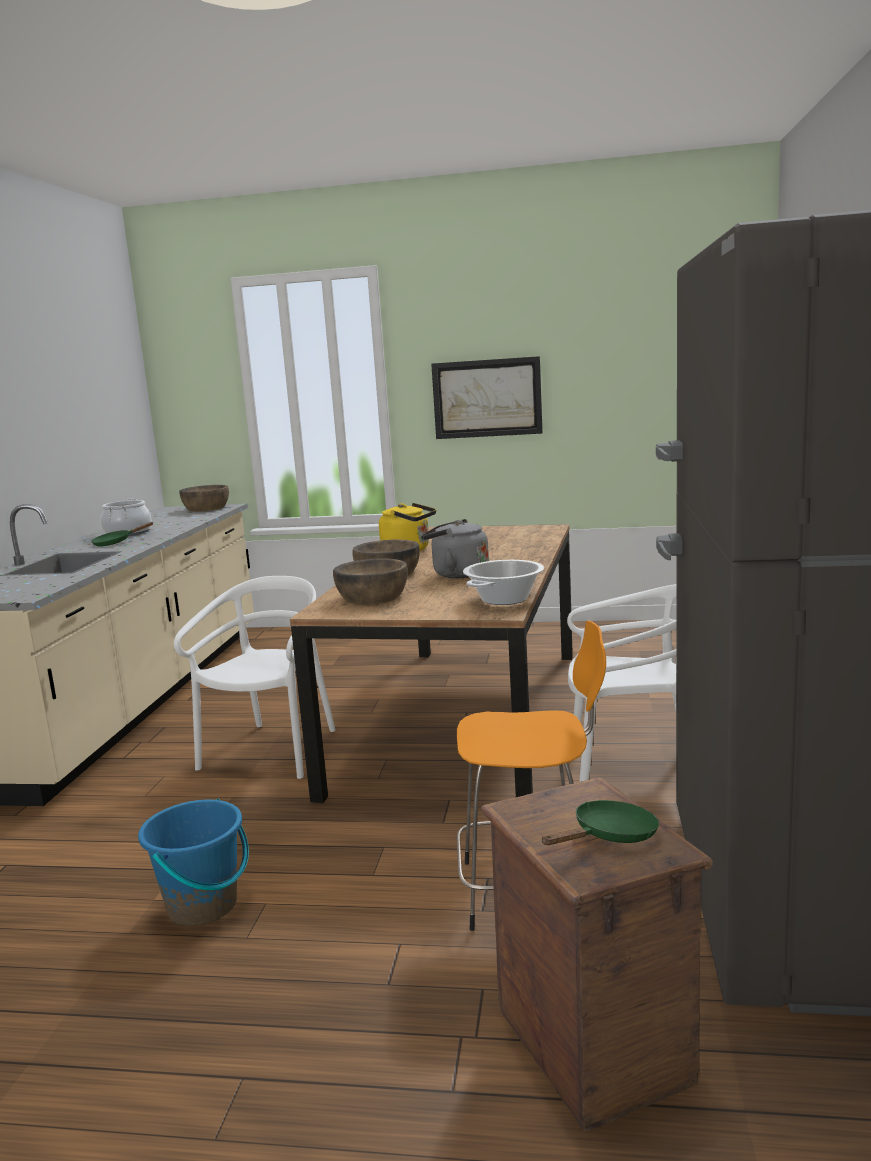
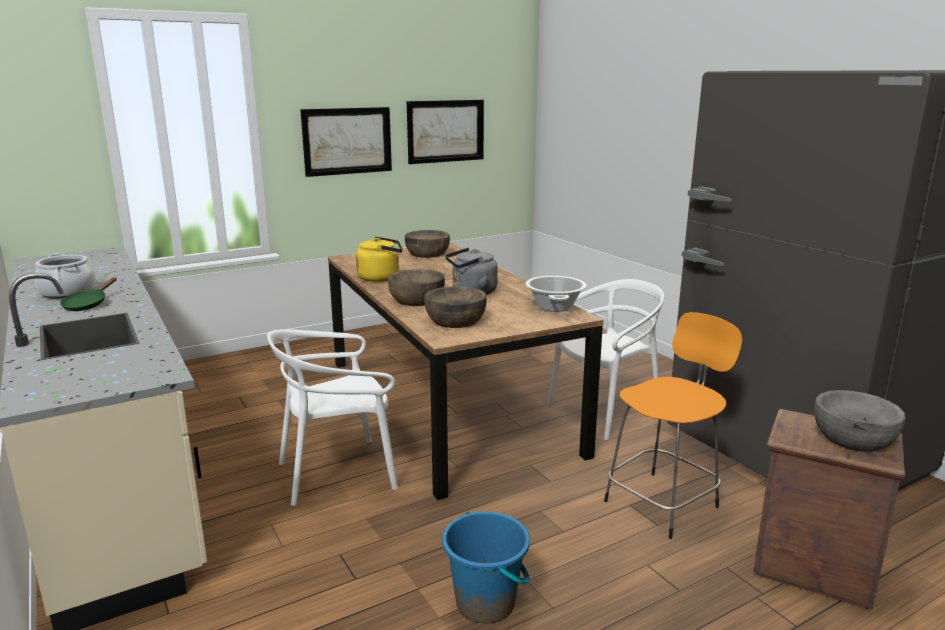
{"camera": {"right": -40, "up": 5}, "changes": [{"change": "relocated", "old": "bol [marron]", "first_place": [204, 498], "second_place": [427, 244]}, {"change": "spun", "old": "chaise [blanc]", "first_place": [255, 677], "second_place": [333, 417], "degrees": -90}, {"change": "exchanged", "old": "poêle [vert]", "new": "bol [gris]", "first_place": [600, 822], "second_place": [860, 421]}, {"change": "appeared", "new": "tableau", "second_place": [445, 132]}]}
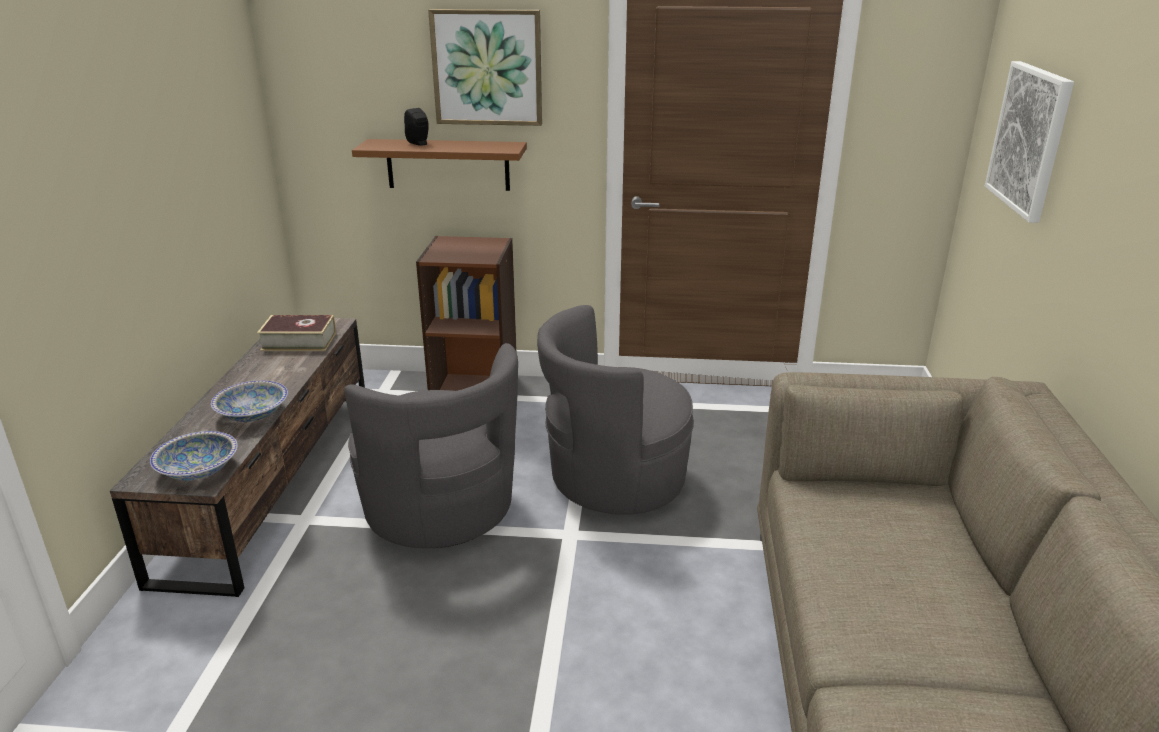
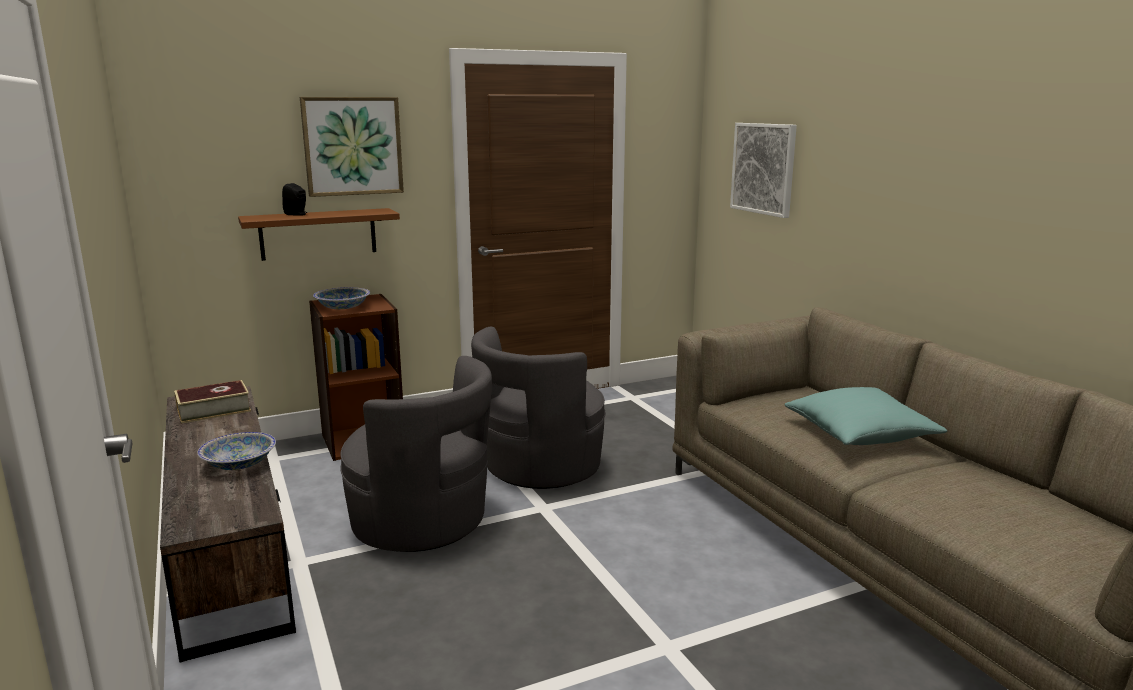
{"camera": {"right": -30, "up": -10}, "changes": [{"change": "relocated", "old": "bol", "first_place": [194, 456], "second_place": [341, 298]}, {"change": "appeared", "new": "coussin [turquoise]", "second_place": [865, 416]}]}
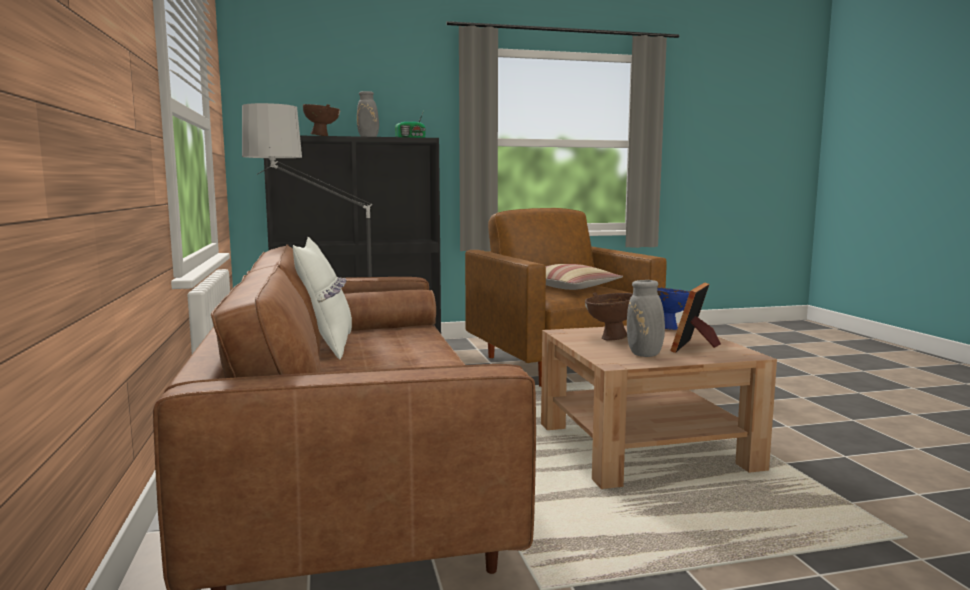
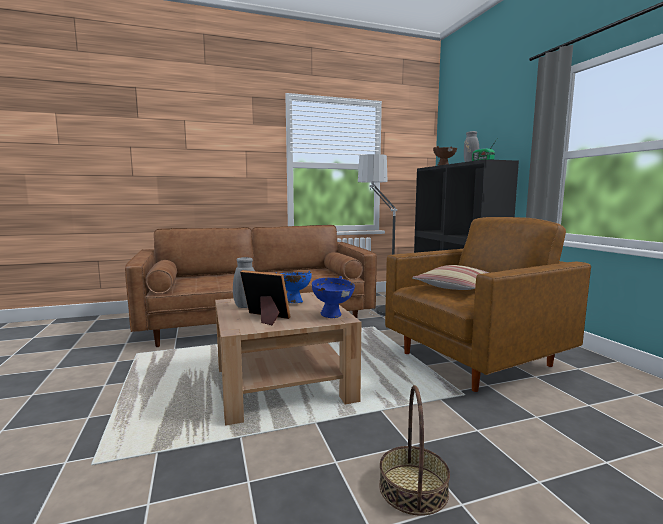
{"camera": {"right": 85, "up": 0}, "changes": [{"change": "missing", "old": "coussin [blanc]", "first_place": [322, 298]}, {"change": "colour", "old": "bol [marron]", "new": "bol [bleu]", "first_place": [609, 317], "second_place": [295, 287]}, {"change": "appeared", "new": "panier", "second_place": [414, 450]}]}
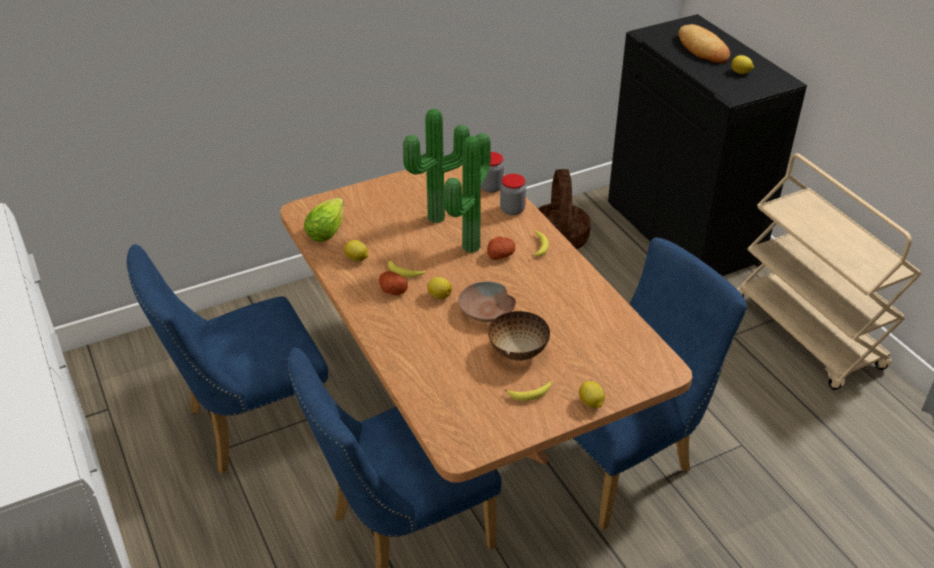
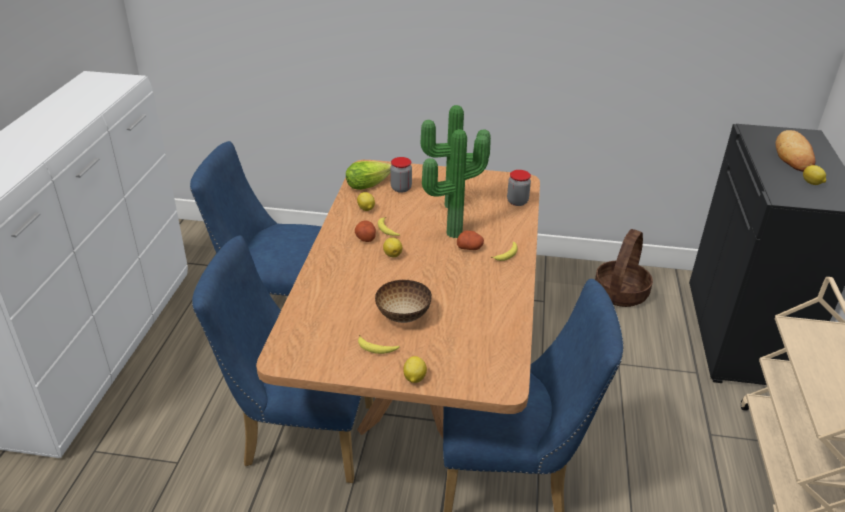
{"camera": {"right": 35, "up": -5}, "changes": [{"change": "relocated", "old": "bocal", "first_place": [513, 194], "second_place": [401, 175]}, {"change": "missing", "old": "bol [marron]", "first_place": [487, 301]}]}
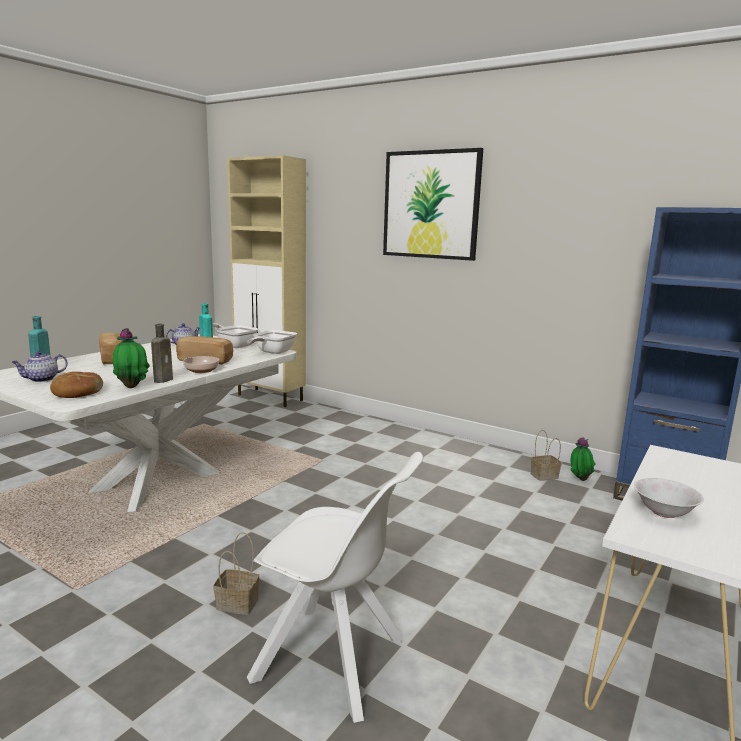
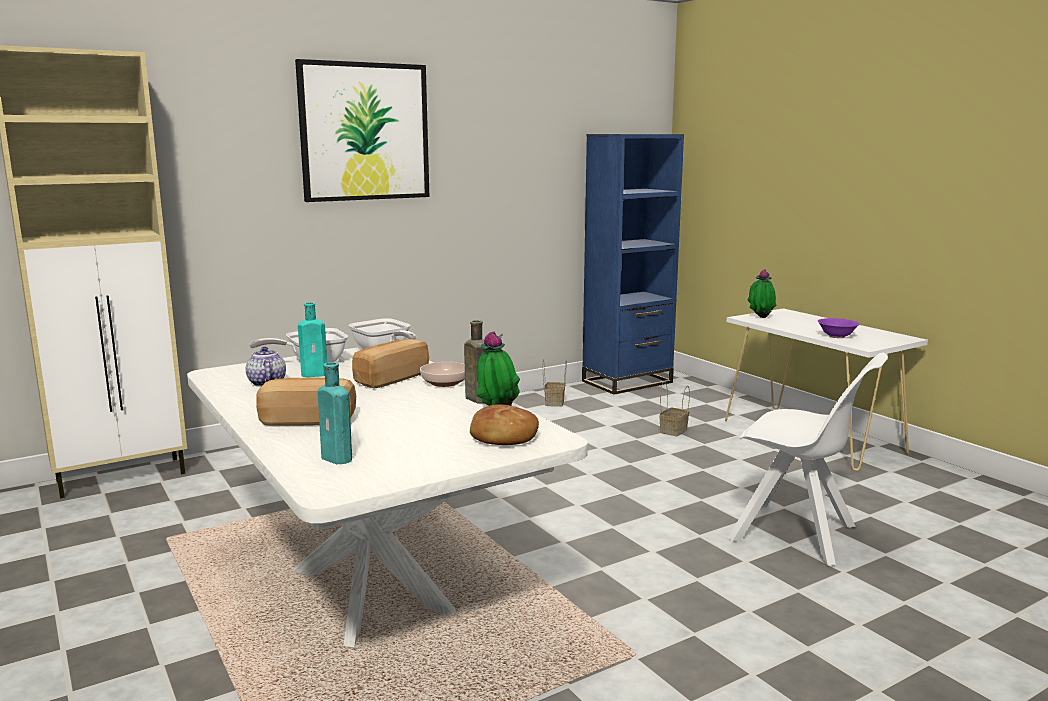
{"camera": {"right": -65, "up": 0}, "changes": [{"change": "missing", "old": "théière", "first_place": [40, 366]}, {"change": "relocated", "old": "plante en pot", "first_place": [582, 459], "second_place": [762, 293]}, {"change": "spun", "old": "chaise [blanc]", "first_place": [335, 587], "second_place": [808, 459], "degrees": 75}, {"change": "colour", "old": "bol [blanc]", "new": "bol [violet]", "first_place": [669, 498], "second_place": [838, 328]}, {"change": "relocated", "old": "panier", "first_place": [236, 573], "second_place": [675, 408]}]}
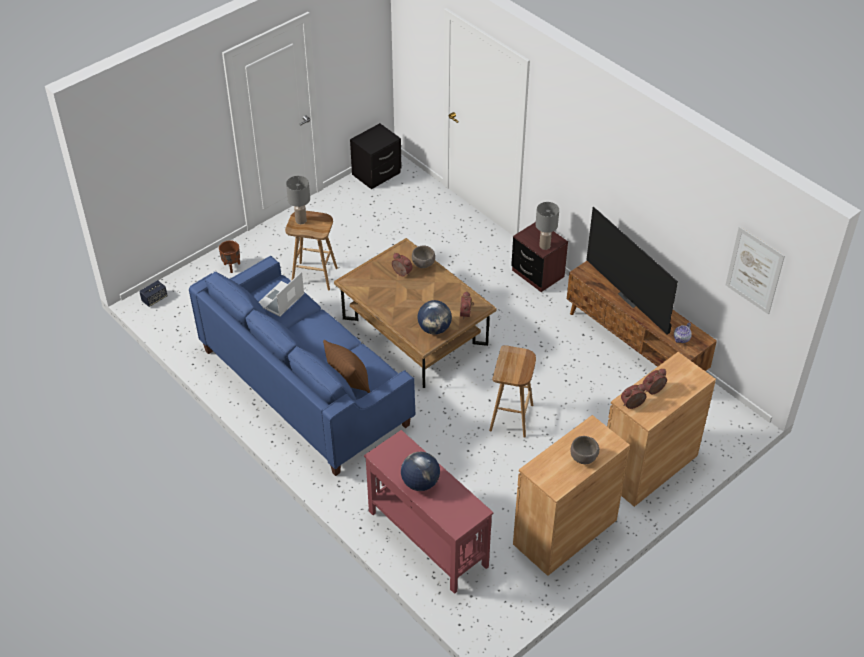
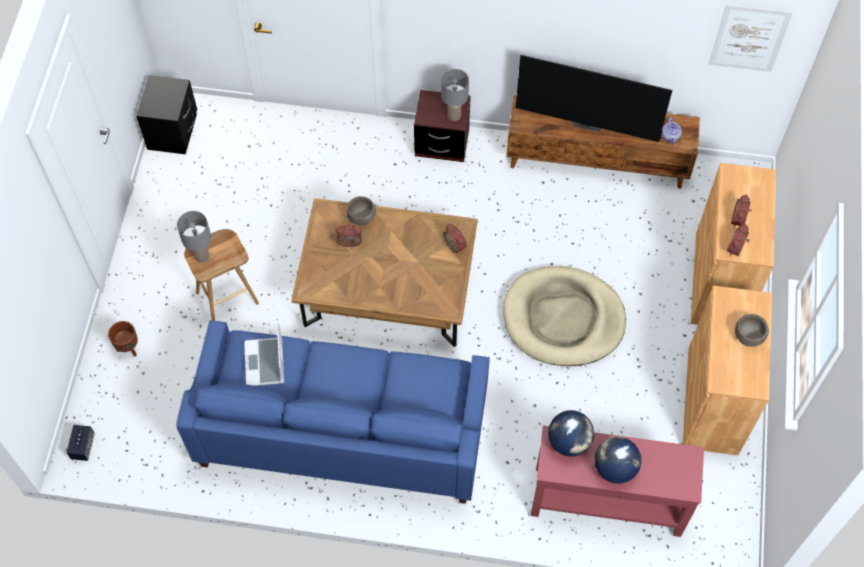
{"camera": {"right": -40, "up": 15}, "changes": [{"change": "relocated", "old": "globe", "first_place": [434, 317], "second_place": [571, 433]}, {"change": "missing", "old": "coussin [marron]", "first_place": [346, 366]}, {"change": "exchanged", "old": "tabouret [marron]", "new": "panier pour chien [beige]", "first_place": [512, 391], "second_place": [564, 316]}]}
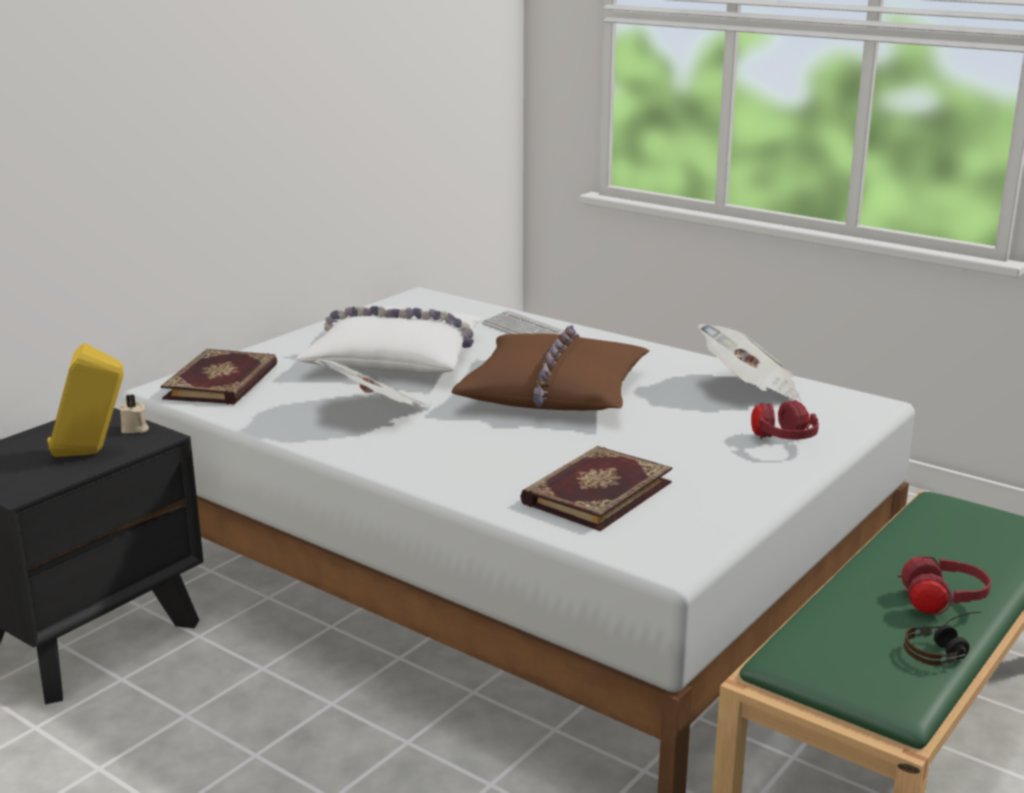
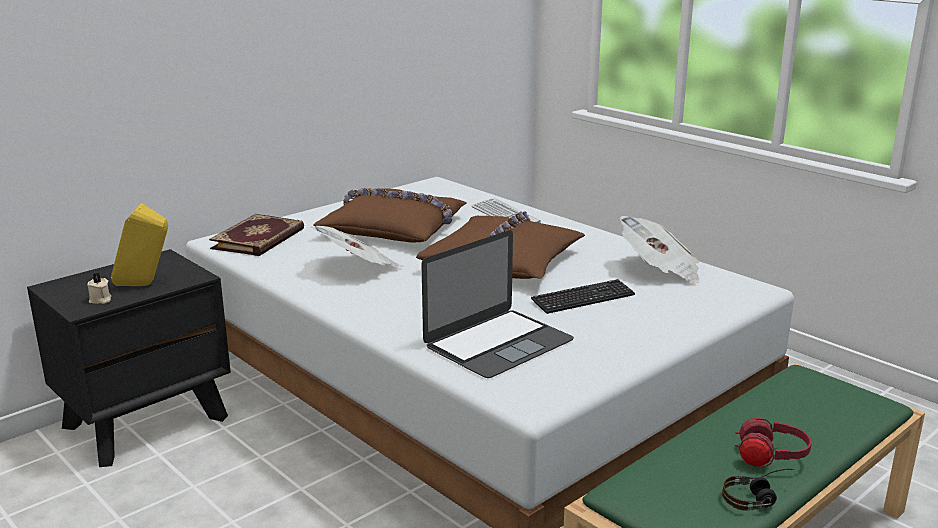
{"camera": {"right": 10, "up": 0}, "changes": [{"change": "colour", "old": "coussin [blanc]", "new": "coussin [marron]", "first_place": [389, 340], "second_place": [390, 215]}, {"change": "relocated", "old": "bougie [beige]", "first_place": [134, 413], "second_place": [99, 288]}, {"change": "missing", "old": "casque audio [rouge]", "first_place": [785, 419]}, {"change": "exchanged", "old": "livre", "new": "ordinateur portable", "first_place": [596, 488], "second_place": [498, 304]}, {"change": "appeared", "new": "clavier", "second_place": [583, 296]}]}
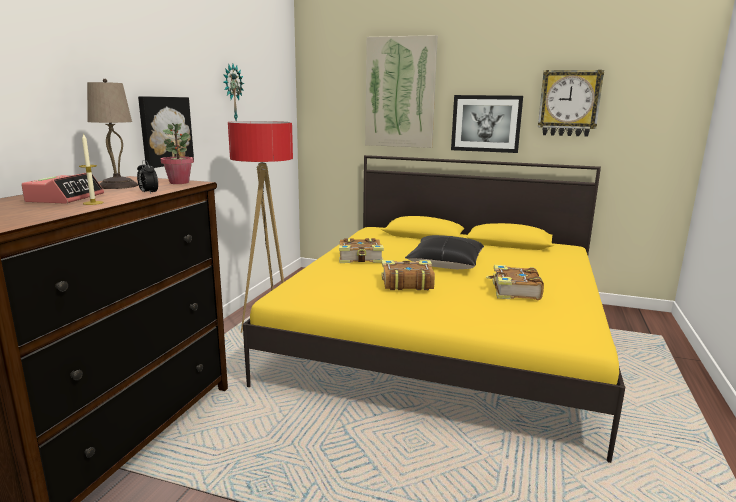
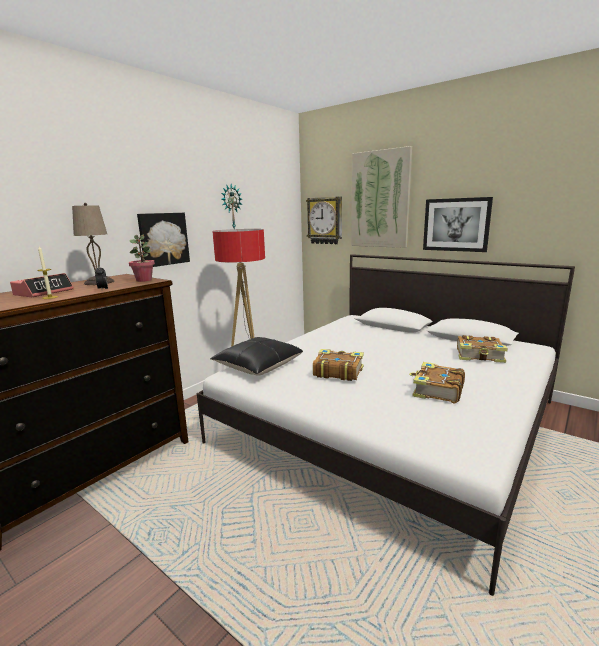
{"camera": {"right": 20, "up": 0}, "changes": [{"change": "relocated", "old": "horloge murale", "first_place": [571, 103], "second_place": [324, 220]}, {"change": "colour", "old": "lit [jaune]", "new": "lit [blanc]", "first_place": [434, 309], "second_place": [386, 425]}, {"change": "relocated", "old": "coussin [noir]", "first_place": [444, 252], "second_place": [256, 356]}, {"change": "relocated", "old": "livre", "first_place": [361, 250], "second_place": [482, 349]}]}
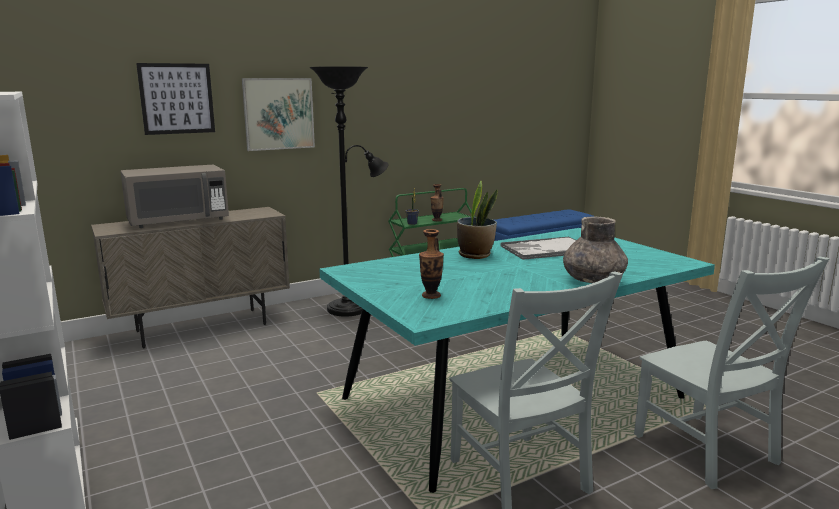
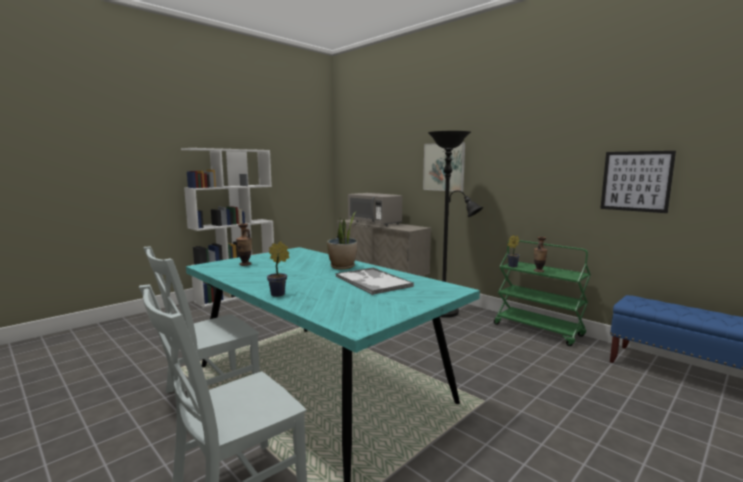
{"camera": {"right": 75, "up": -5}, "changes": [{"change": "relocated", "old": "tableau", "first_place": [175, 99], "second_place": [638, 182]}, {"change": "exchanged", "old": "vase [gris]", "new": "plante en pot", "first_place": [595, 249], "second_place": [278, 269]}]}
